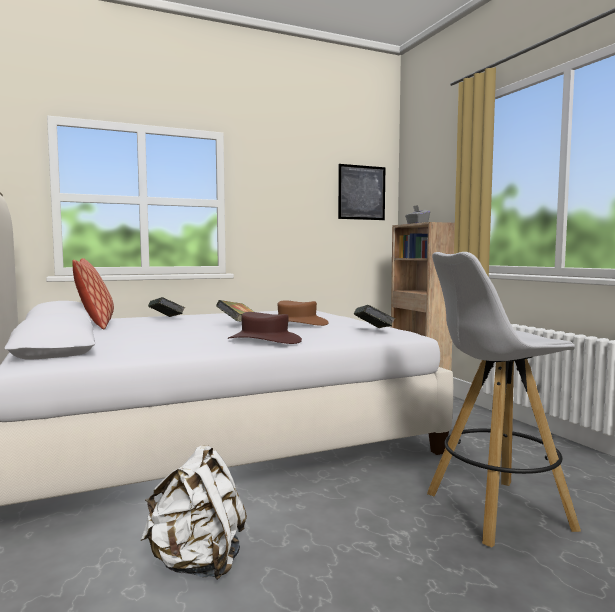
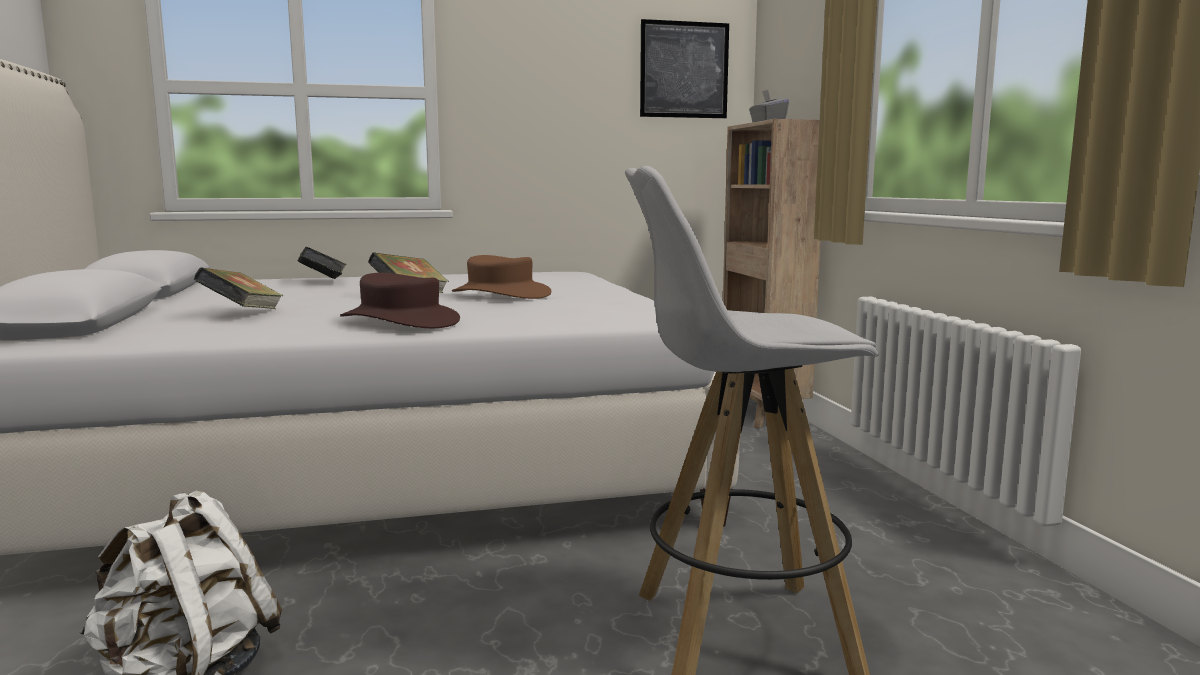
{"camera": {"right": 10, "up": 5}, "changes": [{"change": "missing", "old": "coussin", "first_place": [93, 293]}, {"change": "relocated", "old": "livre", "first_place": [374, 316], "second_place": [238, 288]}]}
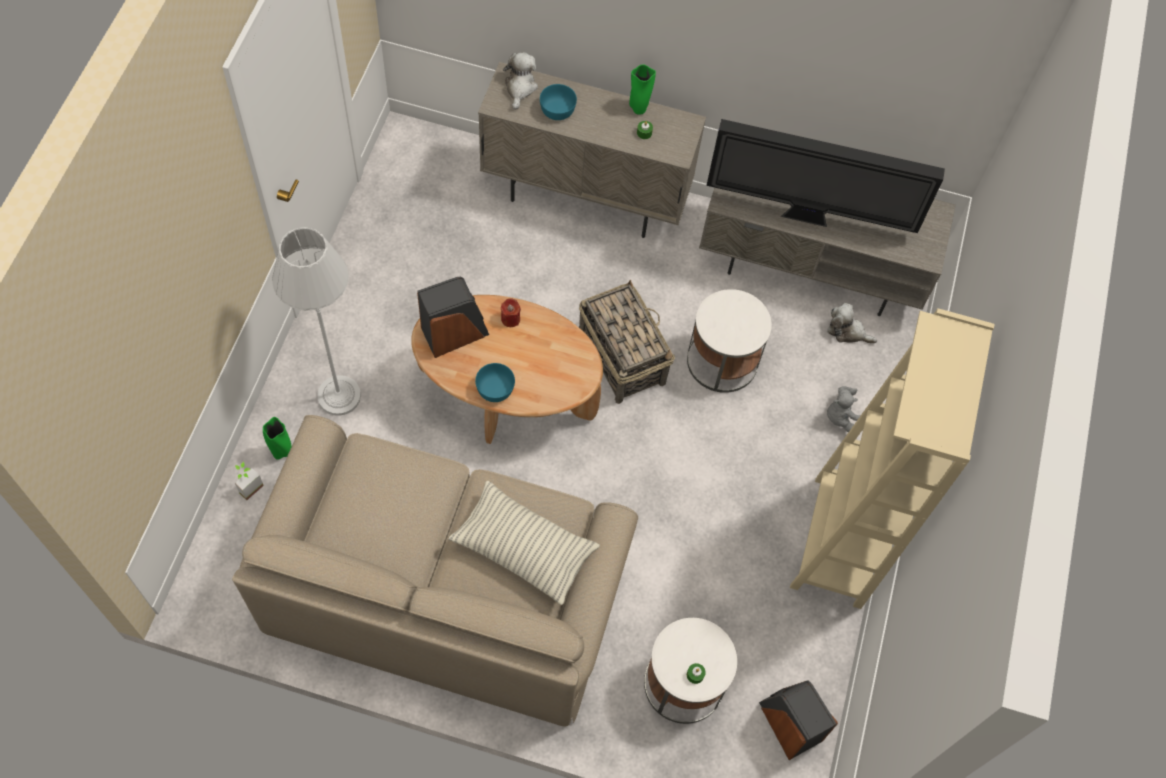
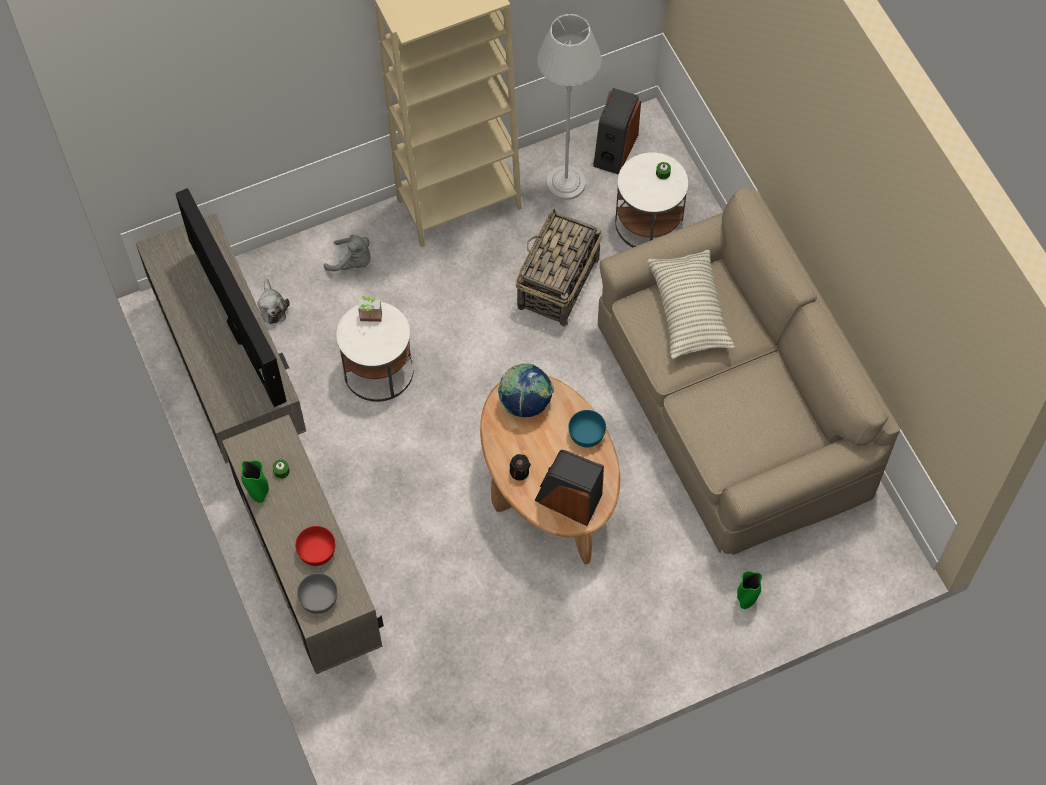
{"camera": {"right": -125, "up": 0}, "changes": [{"change": "exchanged", "old": "peluche", "new": "bol [gris]", "first_place": [520, 81], "second_place": [317, 593]}, {"change": "colour", "old": "bol [turquoise]", "new": "bol [rouge]", "first_place": [558, 102], "second_place": [315, 546]}, {"change": "relocated", "old": "lampadaire [gris]", "first_place": [316, 321], "second_place": [569, 107]}, {"change": "relocated", "old": "panier", "first_place": [627, 342], "second_place": [558, 267]}, {"change": "colour", "old": "bougie [rouge]", "new": "bougie [noir]", "first_place": [511, 312], "second_place": [520, 467]}, {"change": "relocated", "old": "plante en pot", "first_place": [249, 481], "second_place": [370, 309]}, {"change": "appeared", "new": "globe", "second_place": [526, 390]}]}
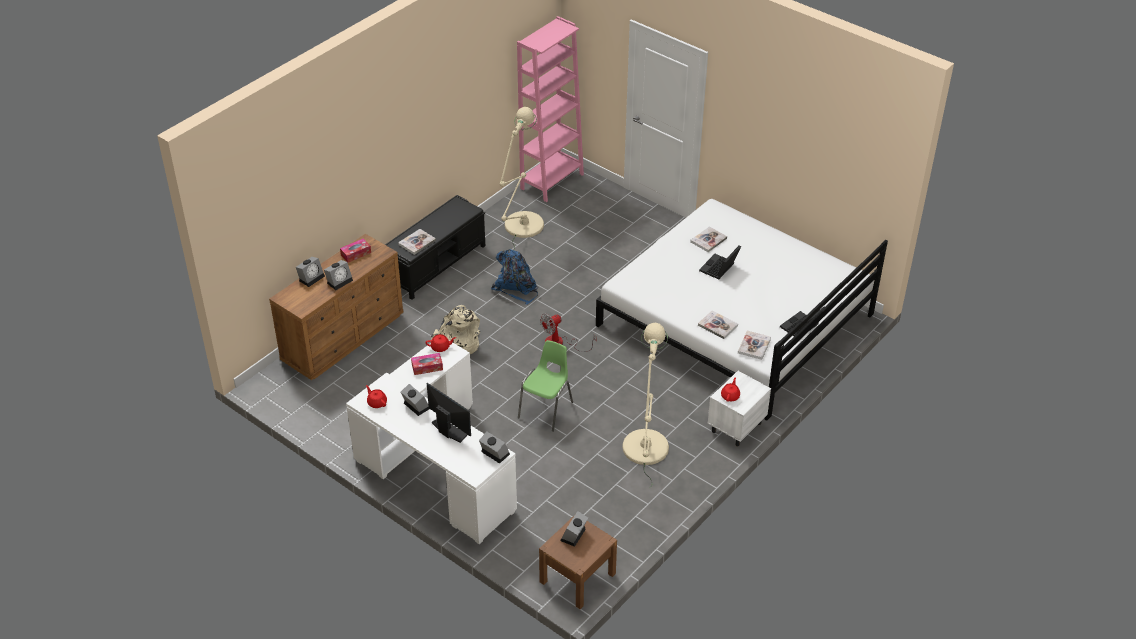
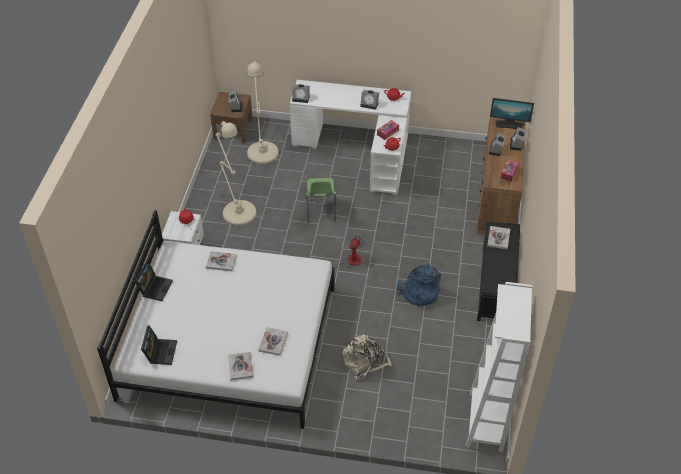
{"camera": {"right": 150, "up": 5}, "changes": [{"change": "colour", "old": "bibliothèque [rose]", "new": "bibliothèque [blanc]", "first_place": [550, 109], "second_place": [498, 367]}, {"change": "relocated", "old": "lampadaire [beige]", "first_place": [522, 178], "second_place": [262, 112]}, {"change": "relocated", "old": "ordinateur portable", "first_place": [720, 262], "second_place": [159, 345]}, {"change": "relocated", "old": "sac à dos [beige]", "first_place": [455, 329], "second_place": [367, 356]}, {"change": "relocated", "old": "livre", "first_place": [754, 345], "second_place": [240, 366]}, {"change": "relocated", "old": "écran d'ordinateur", "first_place": [449, 413], "second_place": [512, 113]}]}
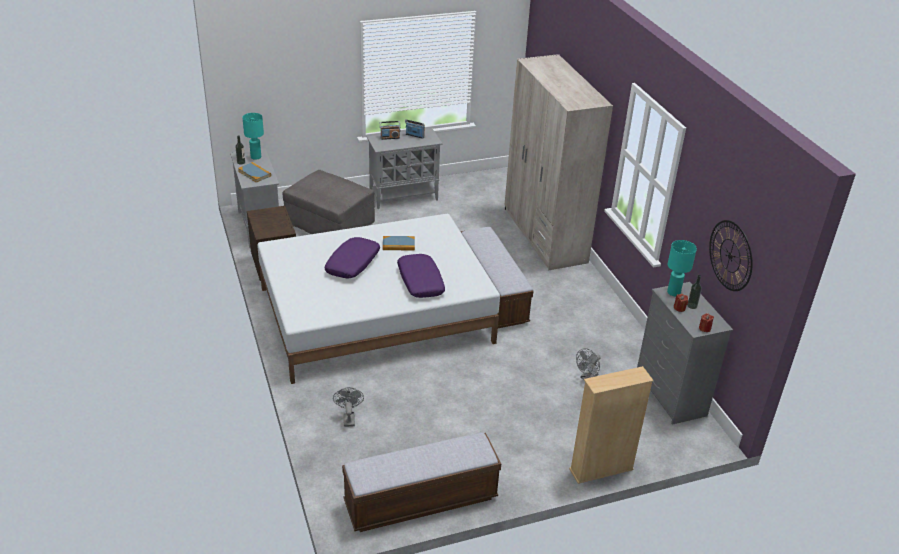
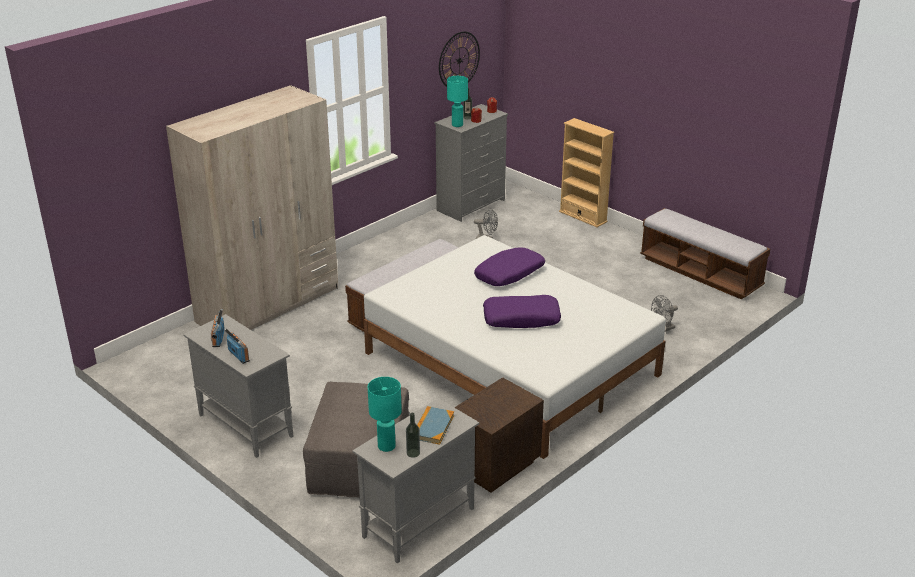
{"camera": {"right": -115, "up": -5}, "changes": [{"change": "missing", "old": "livre", "first_place": [399, 243]}]}
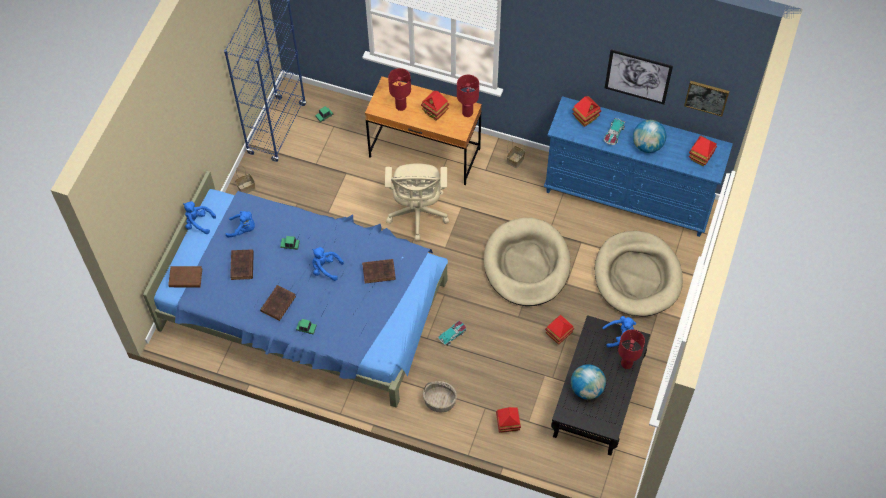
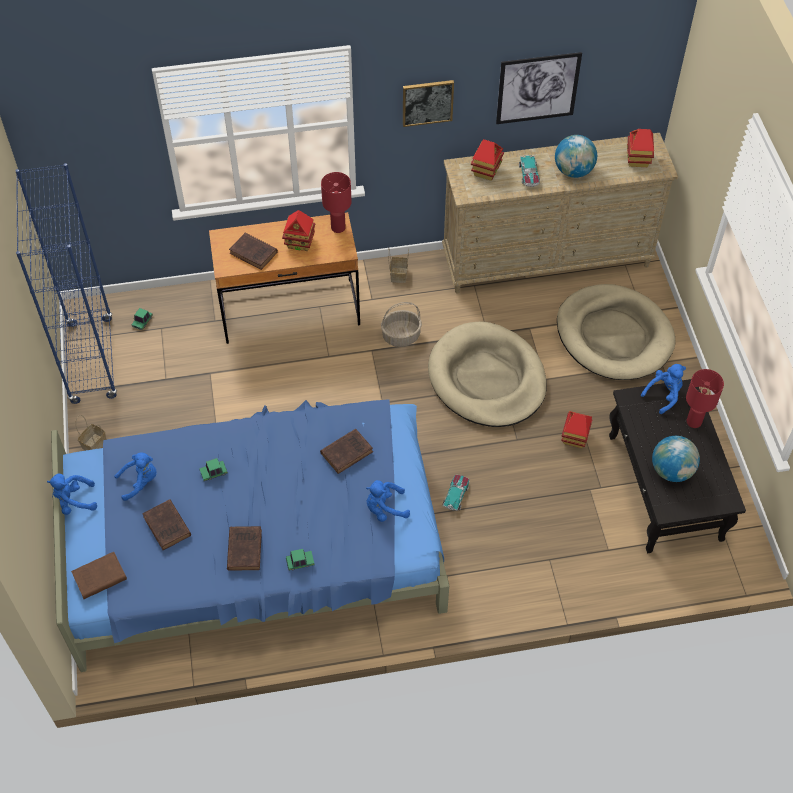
{"camera": {"right": -30, "up": -5}, "changes": [{"change": "exchanged", "old": "lampe de table [rouge]", "new": "livre [marron]", "first_place": [399, 89], "second_place": [253, 251]}, {"change": "relocated", "old": "tableau", "first_place": [706, 99], "second_place": [428, 103]}, {"change": "colour", "old": "commode [bleu]", "new": "commode [beige]", "first_place": [638, 166], "second_place": [560, 213]}, {"change": "missing", "old": "chaise de bureau [beige]", "first_place": [417, 202]}, {"change": "relocated", "old": "peluche [bleu]", "first_place": [328, 264], "second_place": [388, 501]}, {"change": "relocated", "old": "panier", "first_place": [440, 397], "second_place": [401, 324]}, {"change": "missing", "old": "maison miniature", "first_place": [508, 420]}]}
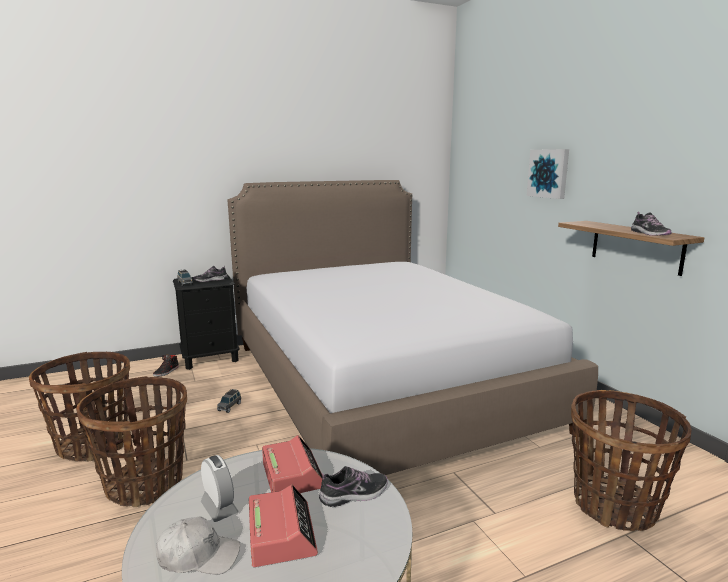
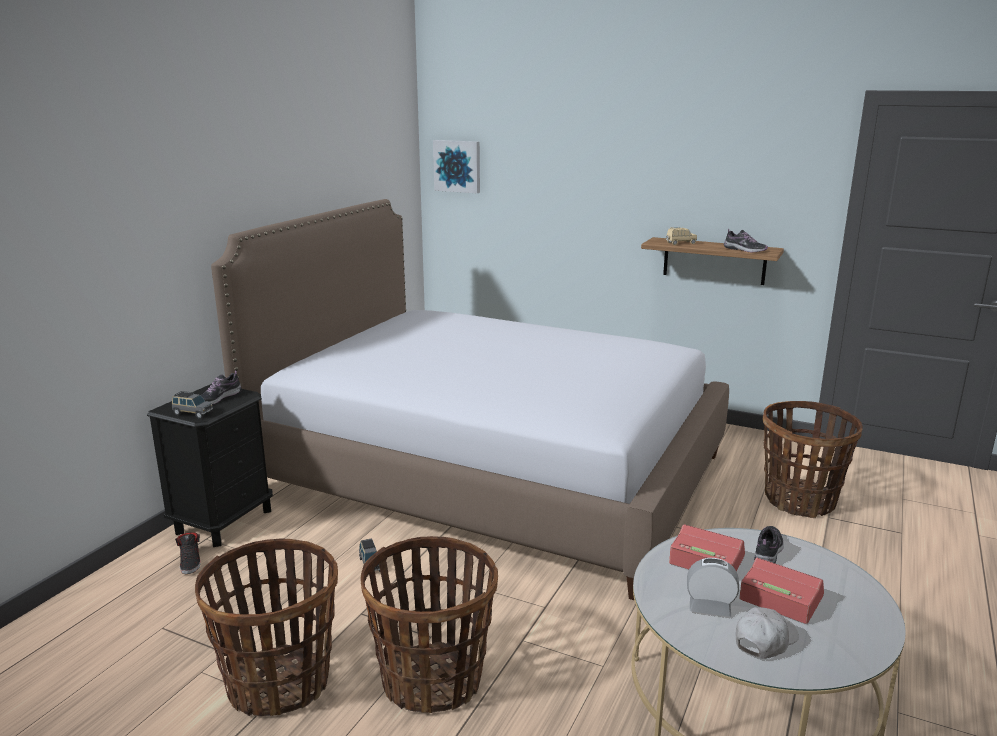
{"camera": {"right": -40, "up": 5}, "changes": [{"change": "relocated", "old": "tableau", "first_place": [548, 174], "second_place": [456, 166]}, {"change": "appeared", "new": "petite voiture [beige]", "second_place": [681, 236]}]}
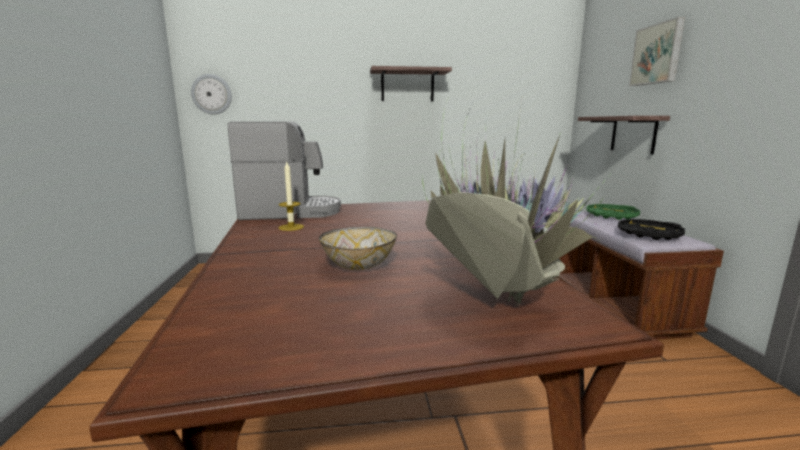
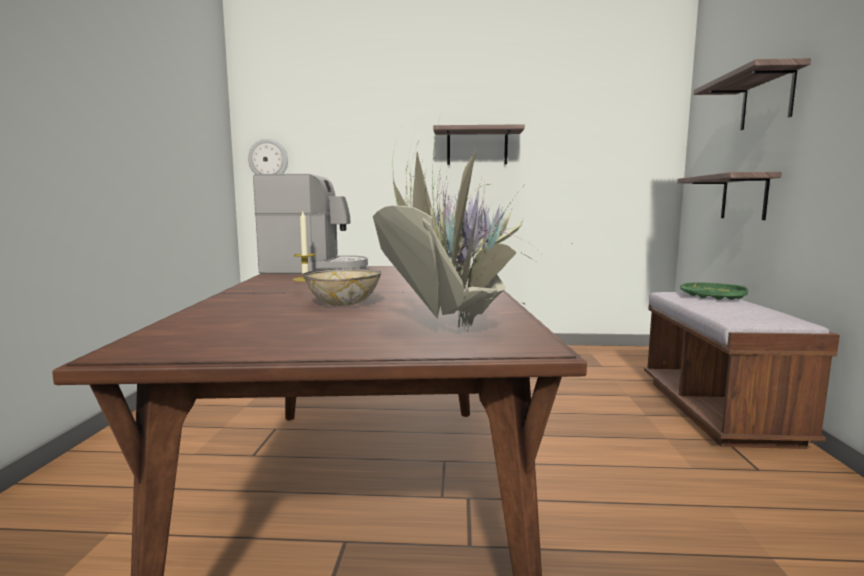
{"camera": {"right": 10, "up": -5}, "changes": [{"change": "exchanged", "old": "tableau", "new": "étagère", "first_place": [657, 51], "second_place": [752, 94]}, {"change": "missing", "old": "plateau [noir]", "first_place": [651, 229]}]}
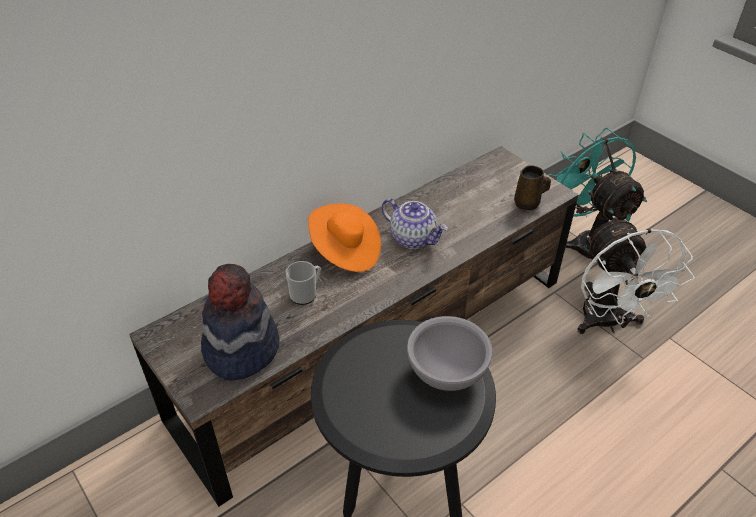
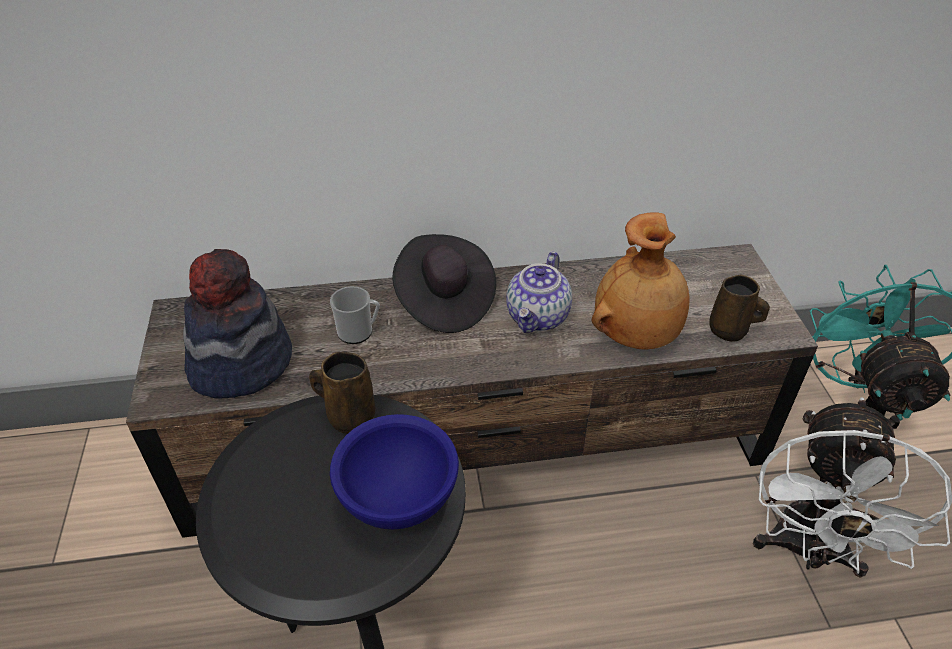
{"camera": {"right": 30, "up": 0}, "changes": [{"change": "spun", "old": "théière", "first_place": [414, 223], "second_place": [539, 292], "degrees": 45}, {"change": "colour", "old": "chapeau [orange]", "new": "chapeau [noir]", "first_place": [344, 237], "second_place": [444, 283]}, {"change": "colour", "old": "bol [gris]", "new": "bol [bleu]", "first_place": [450, 353], "second_place": [394, 471]}, {"change": "appeared", "new": "vase [marron]", "second_place": [640, 281]}, {"change": "appeared", "new": "mug [marron]", "second_place": [342, 392]}]}
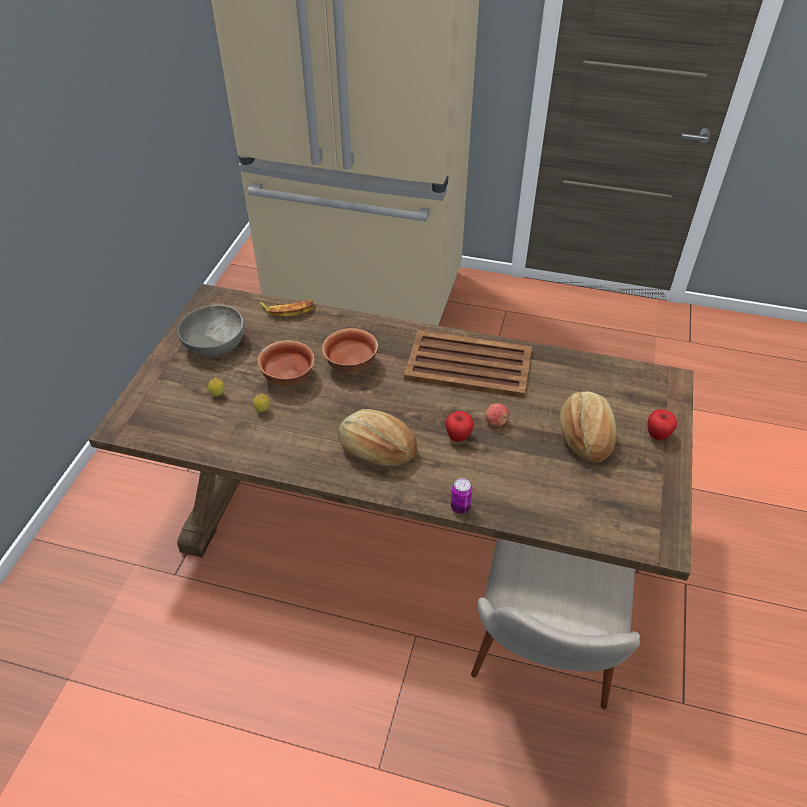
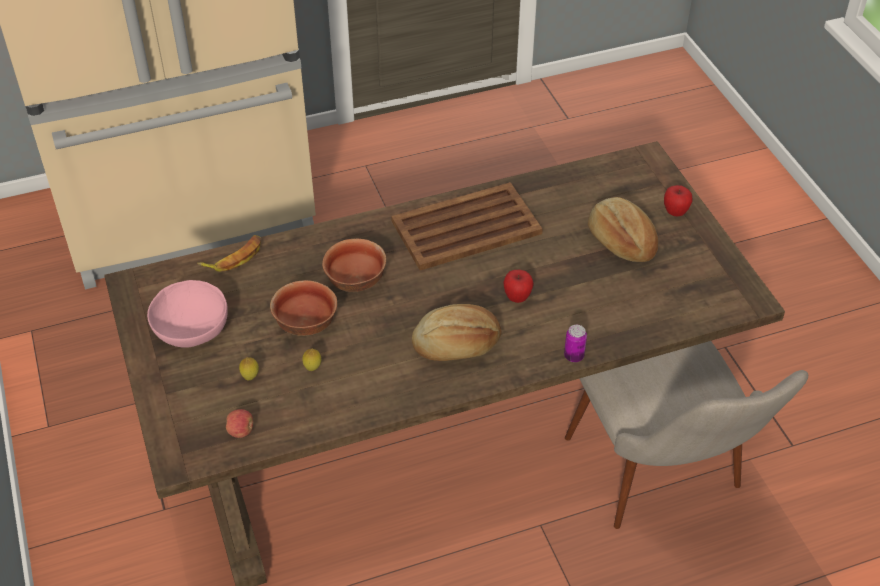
{"camera": {"right": -35, "up": 0}, "changes": [{"change": "colour", "old": "bol [gris]", "new": "bol [rose]", "first_place": [210, 330], "second_place": [187, 314]}, {"change": "relocated", "old": "pomme", "first_place": [497, 415], "second_place": [239, 423]}]}
